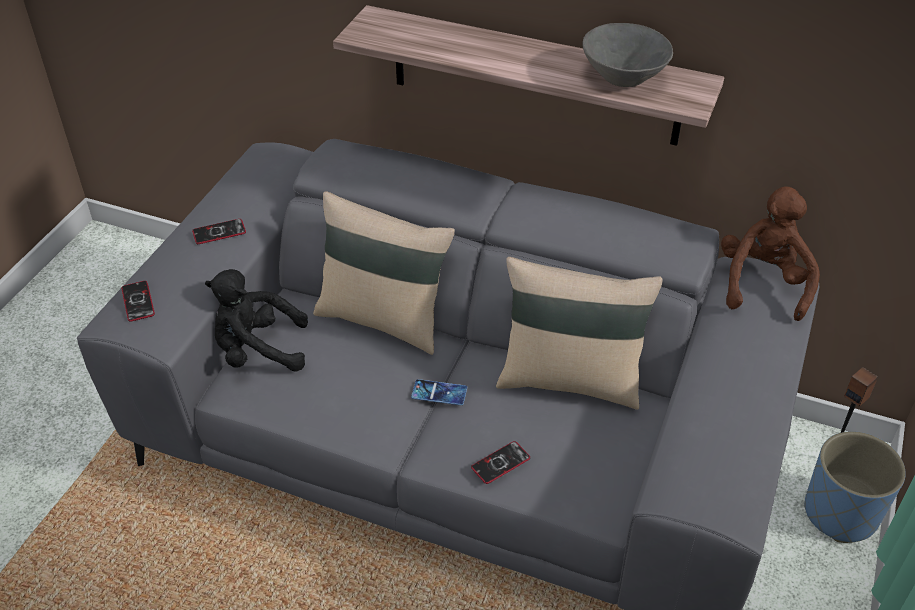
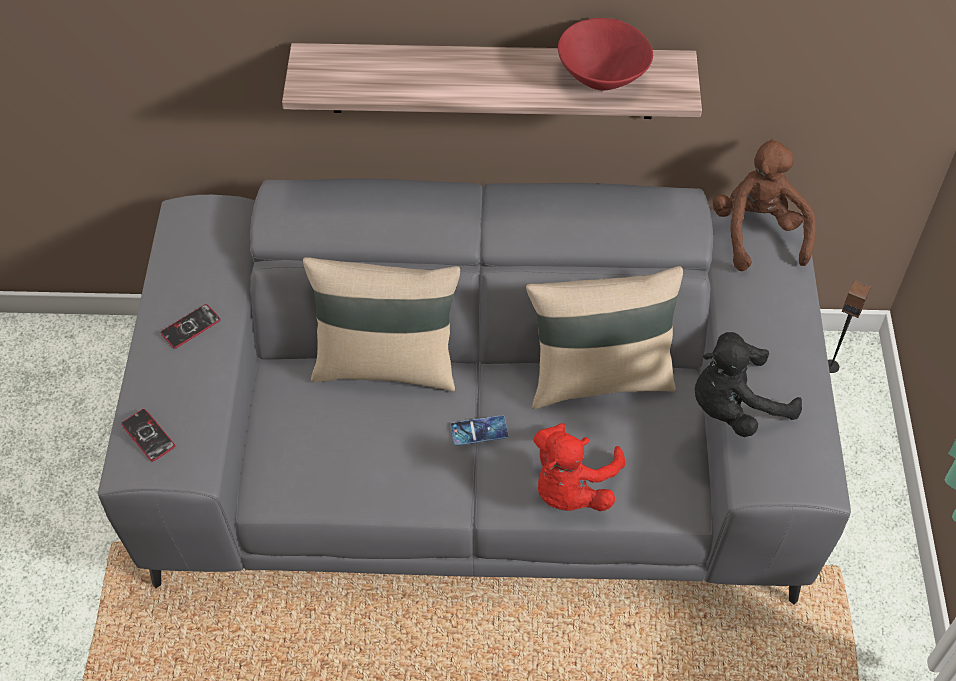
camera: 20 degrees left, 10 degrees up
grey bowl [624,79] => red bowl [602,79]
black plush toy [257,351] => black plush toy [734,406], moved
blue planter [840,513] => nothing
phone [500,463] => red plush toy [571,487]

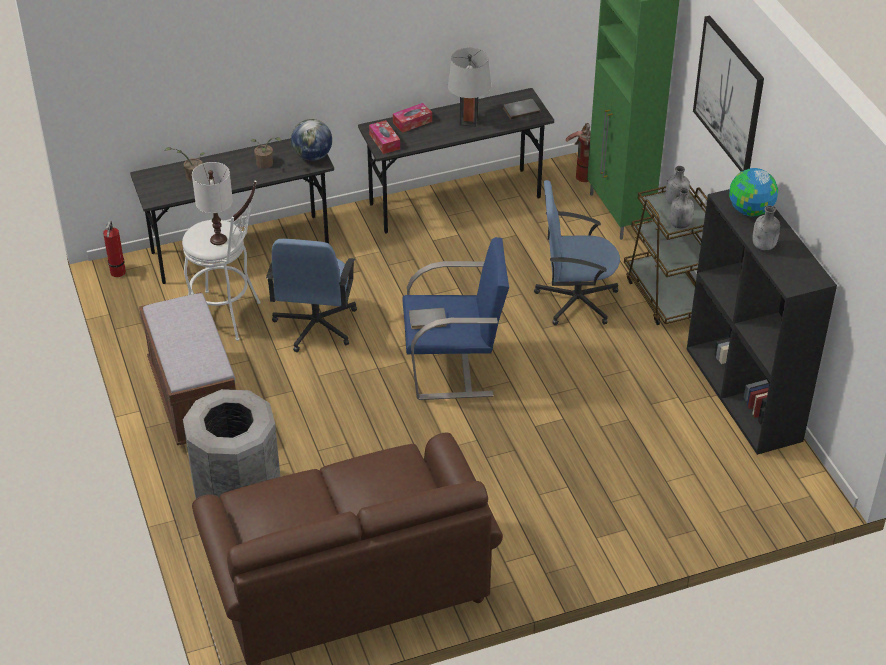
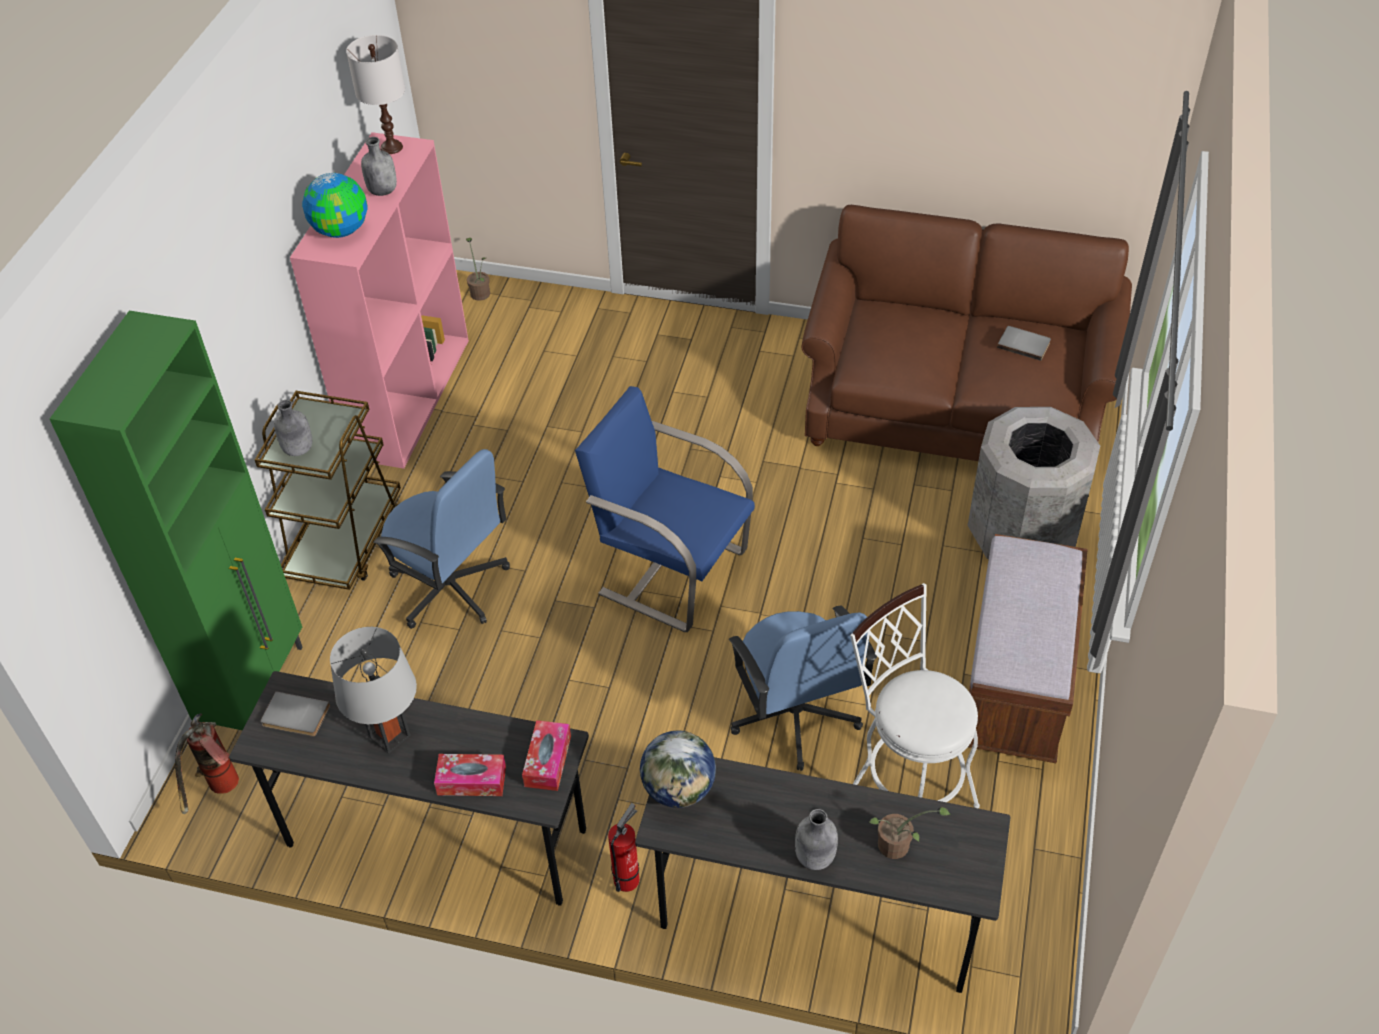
camera: 145 degrees left, 5 degrees up
picture [729,94] => nothing
potted plant [266,164] => potted plant [480,291], moved
white table lamp [218,239] => white table lamp [391,147], moved
grey bottle [679,224] => grey bottle [814,858], moved
black bookcase [744,394] => pink bookcase [408,396]
fire extinguisher [117,273] => fire extinguisher [628,877], moved
blue office chair [315,325] => blue office chair [795,716], 120 degrees clockwise
grey book [428,320] => grey book [1024,344], moved

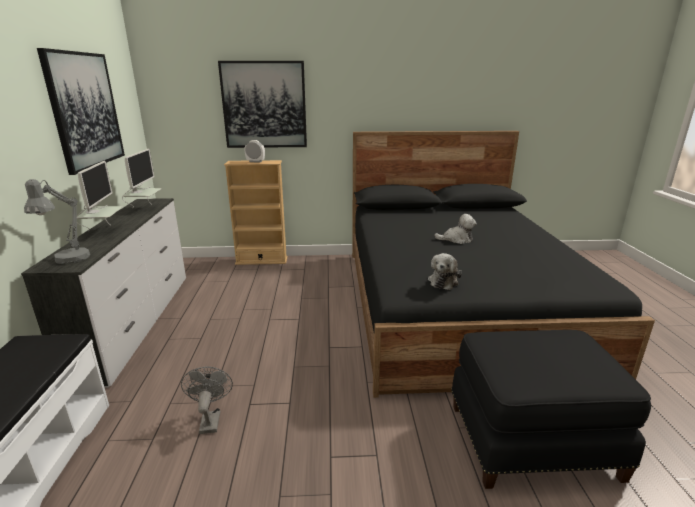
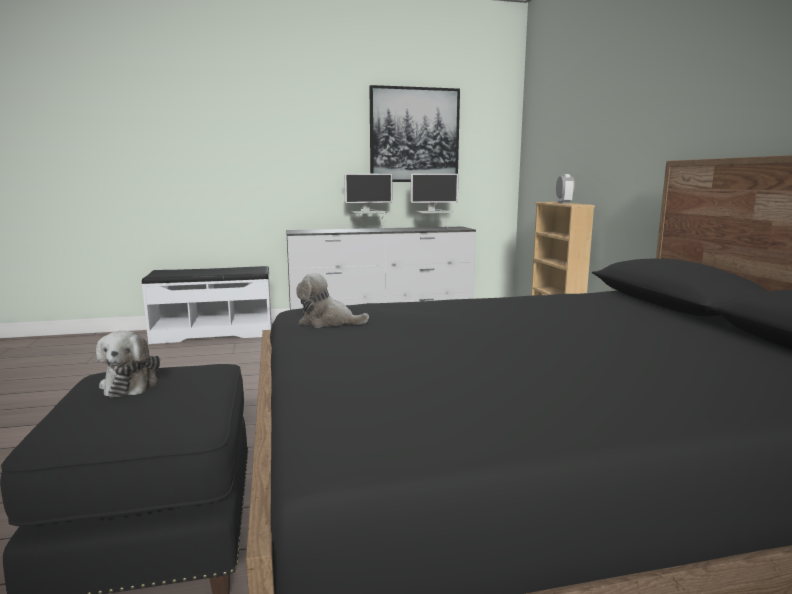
camera: 80 degrees right, 10 degrees down
picture [264,105] => nothing
grey table lamp [68,260] => nothing
plush toy [456,239] => plush toy [132,384], moved
grey fan [210,419] => nothing

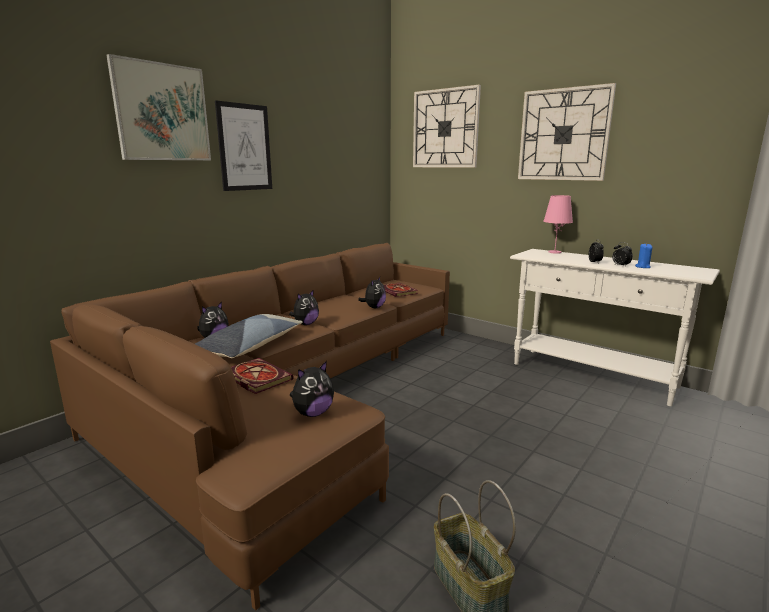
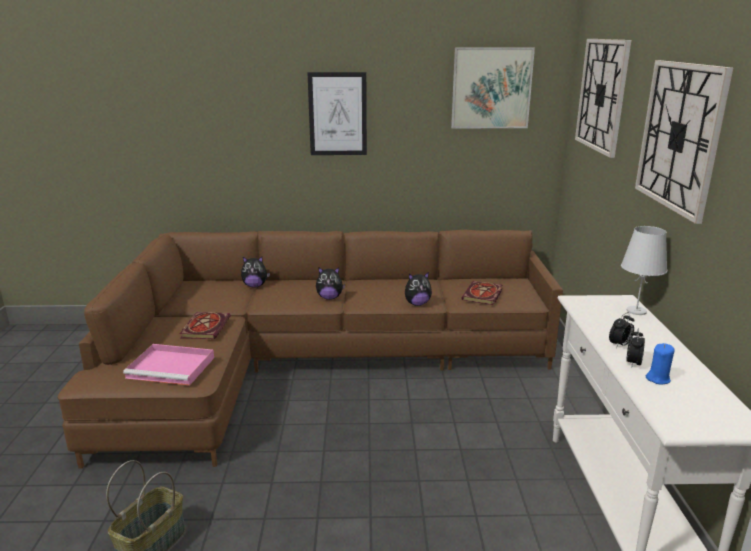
camera: 50 degrees right, 5 degrees up
picture [162,112] => picture [491,88], moved
pink table lamp [555,252] => white table lamp [636,311]
pillow [250,346] => nothing
plush toy [312,413] => pink tray [172,367]

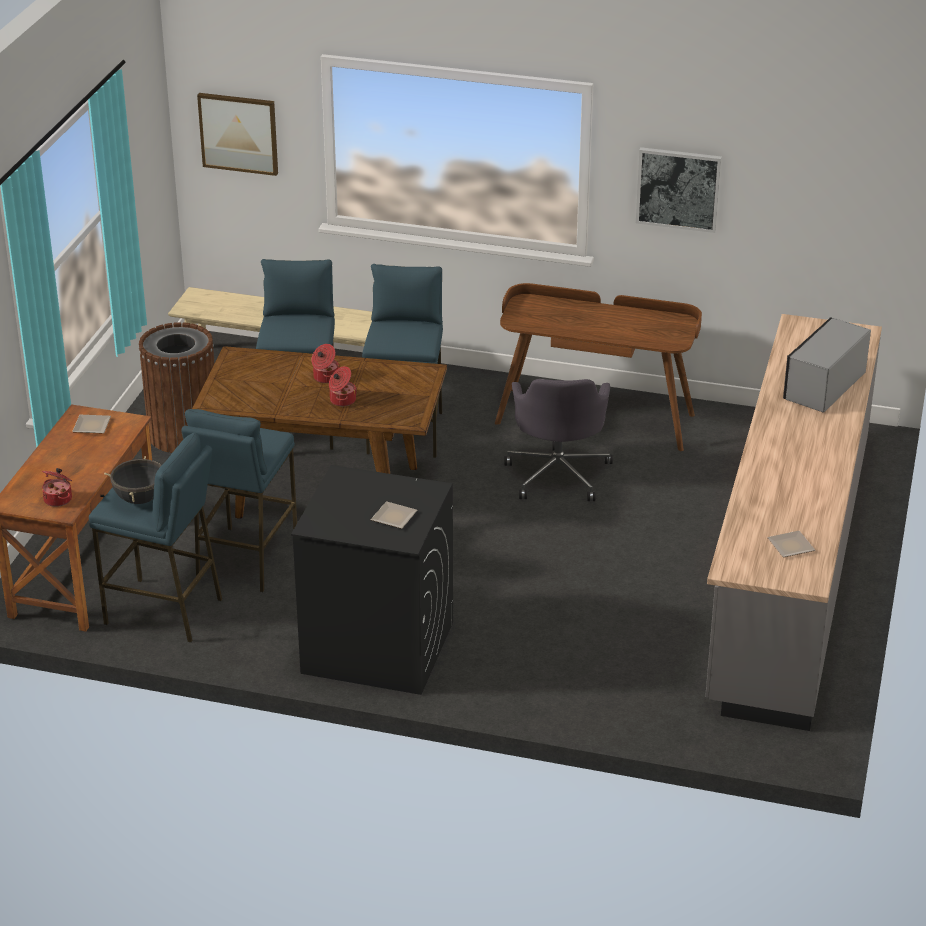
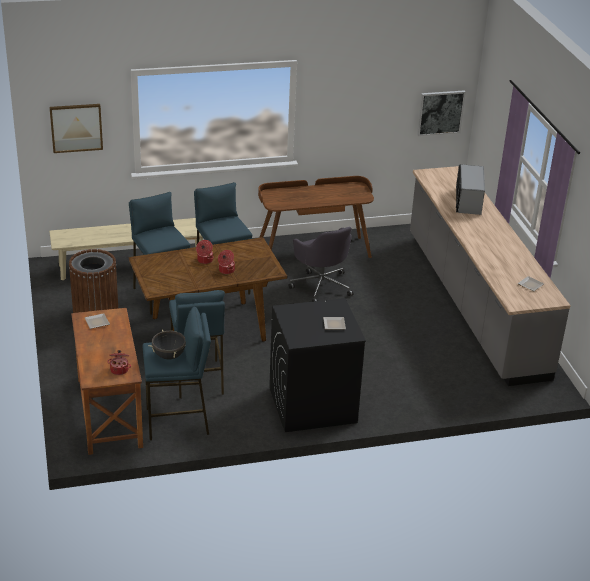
camera: 30 degrees left, 0 degrees up
picture [678,189] => picture [440,112], moved

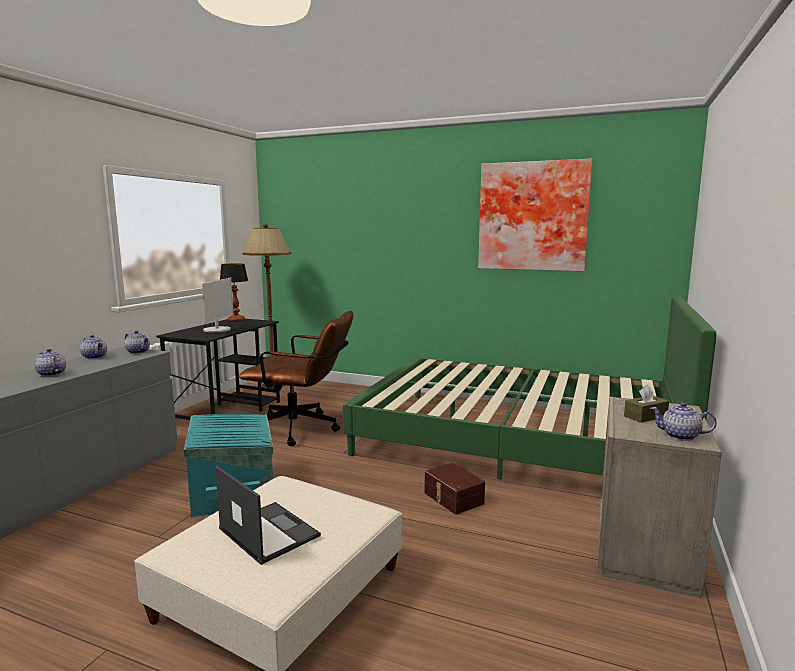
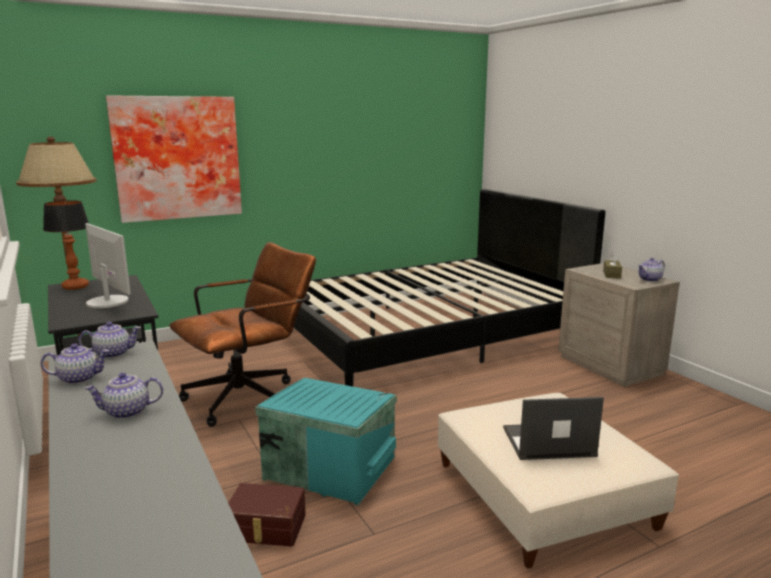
camera: 50 degrees left, 5 degrees up
picture [533,216] => picture [177,158], moved
green bed [517,440] => black bed [429,334]
brown storage box [452,498] => brown storage box [266,528], moved

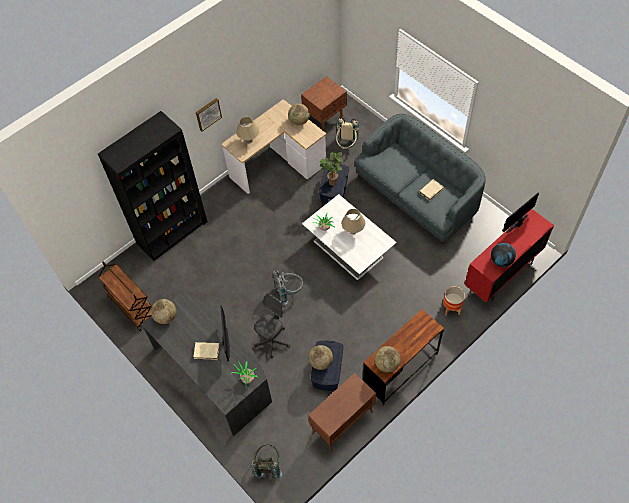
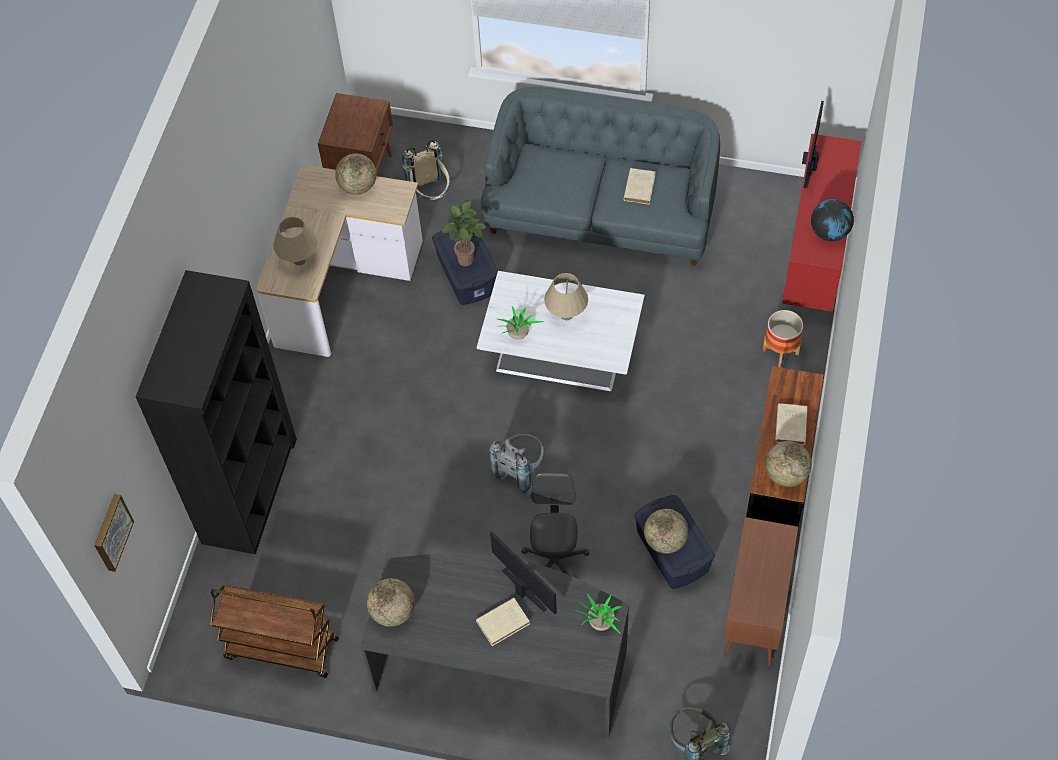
camera: 35 degrees left, 0 degrees up
picture [208,114] => picture [111,532], moved
nothing => beige book [791,424]

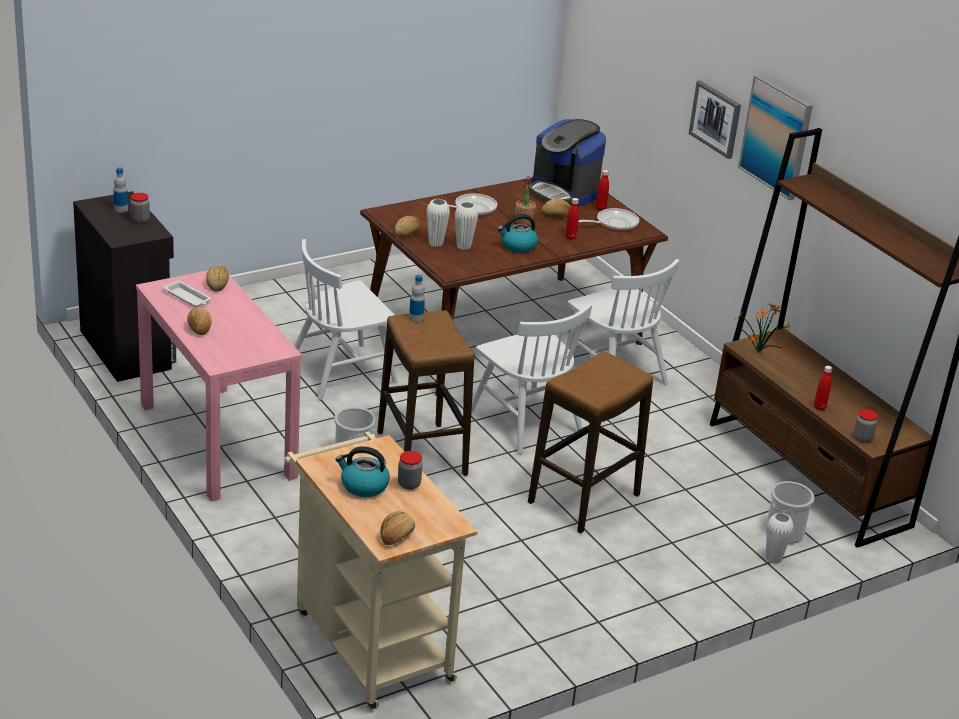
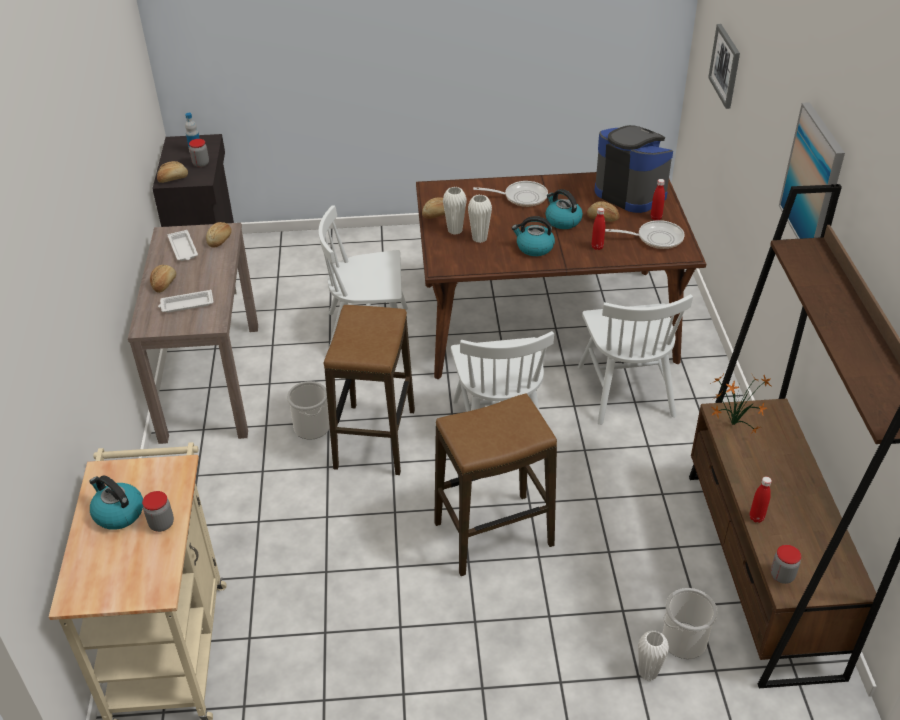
camera: 30 degrees right, 10 degrees up
picture [716,119] => picture [725,65], moved
coffee machine [563,192] => coffee machine [630,193], 150 degrees clockwise
potted plant [524,222] => kettle [562,221]
pink console table [216,440] => brown console table [211,380]
bottle [416,318] => nothing
bread [396,536] => bread [173,178], moved
nothing => white tray [186,304]

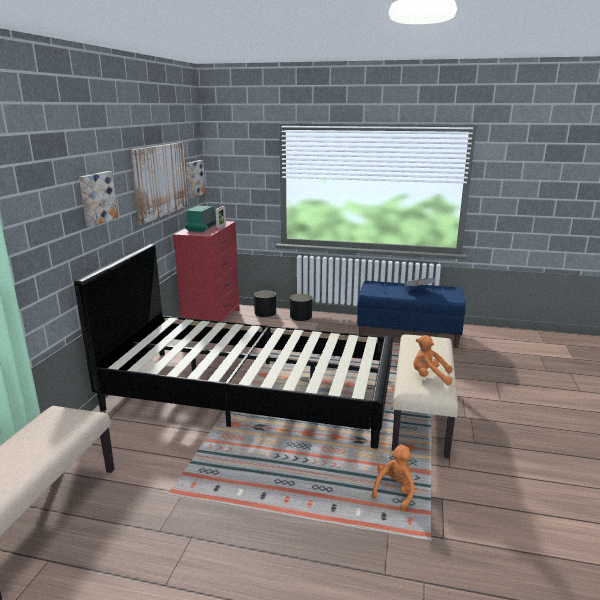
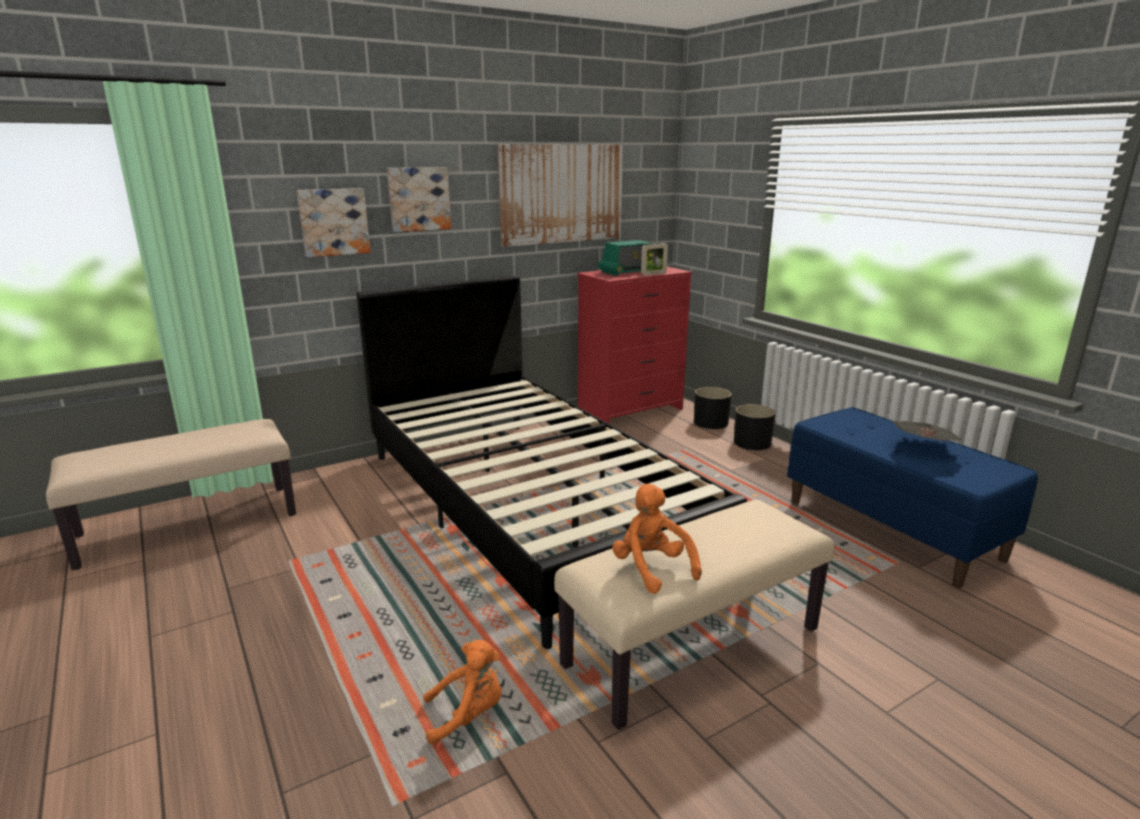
camera: 45 degrees right, 0 degrees up
picture [194,178] => picture [333,222], moved

